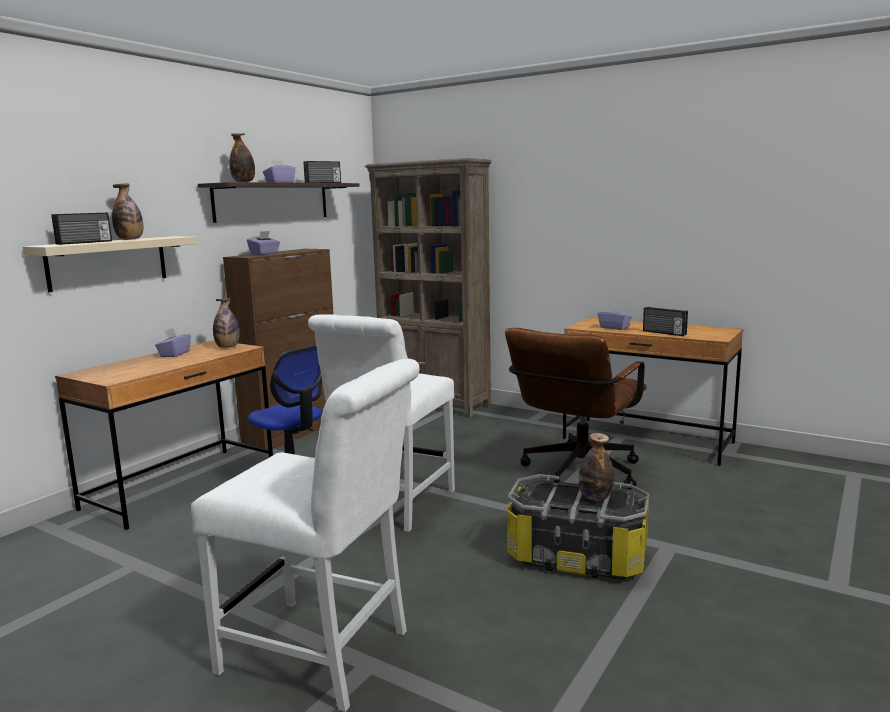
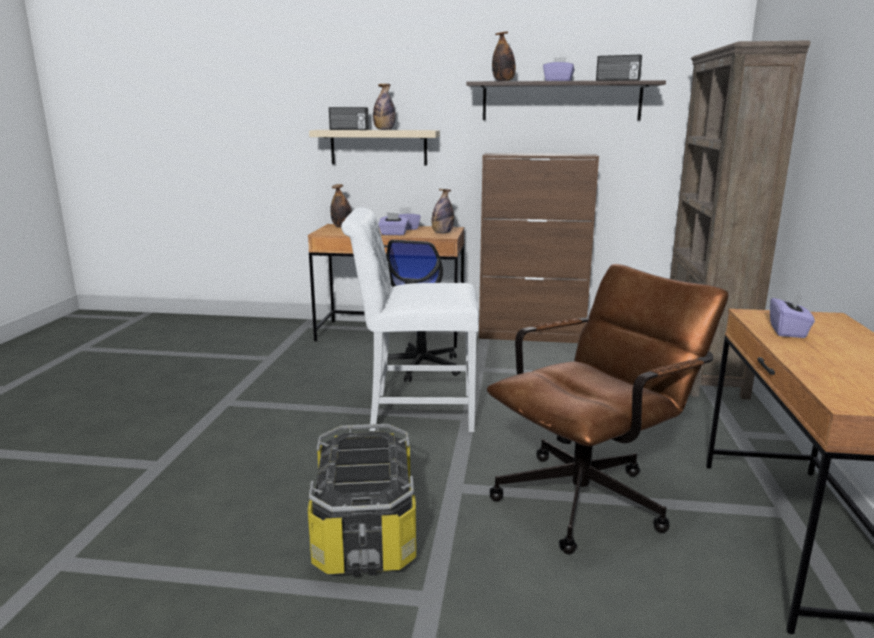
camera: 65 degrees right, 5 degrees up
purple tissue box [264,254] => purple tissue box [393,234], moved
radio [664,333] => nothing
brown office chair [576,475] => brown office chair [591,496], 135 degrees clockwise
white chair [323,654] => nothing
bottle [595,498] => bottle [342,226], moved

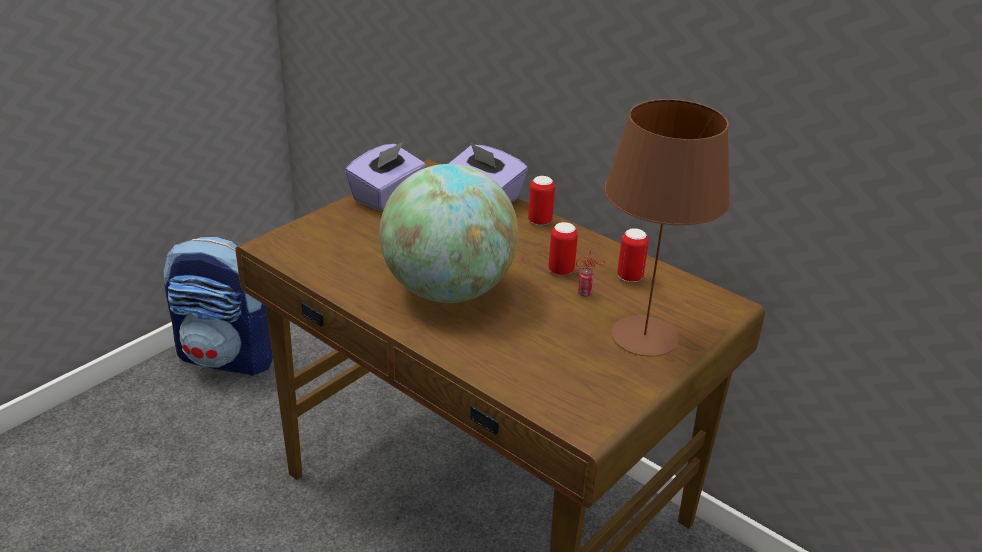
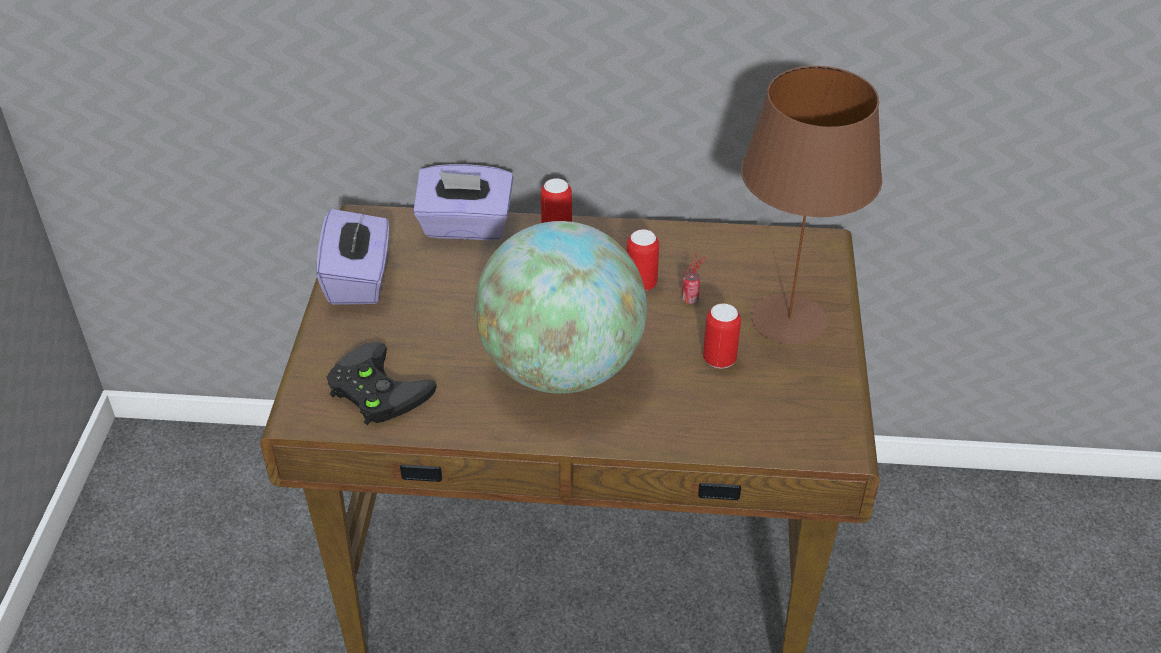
camera: 35 degrees left, 10 degrees up
can [629,277] => can [719,359], moved
backpack [228,357] => nothing
nothing => black game controller [374,389]

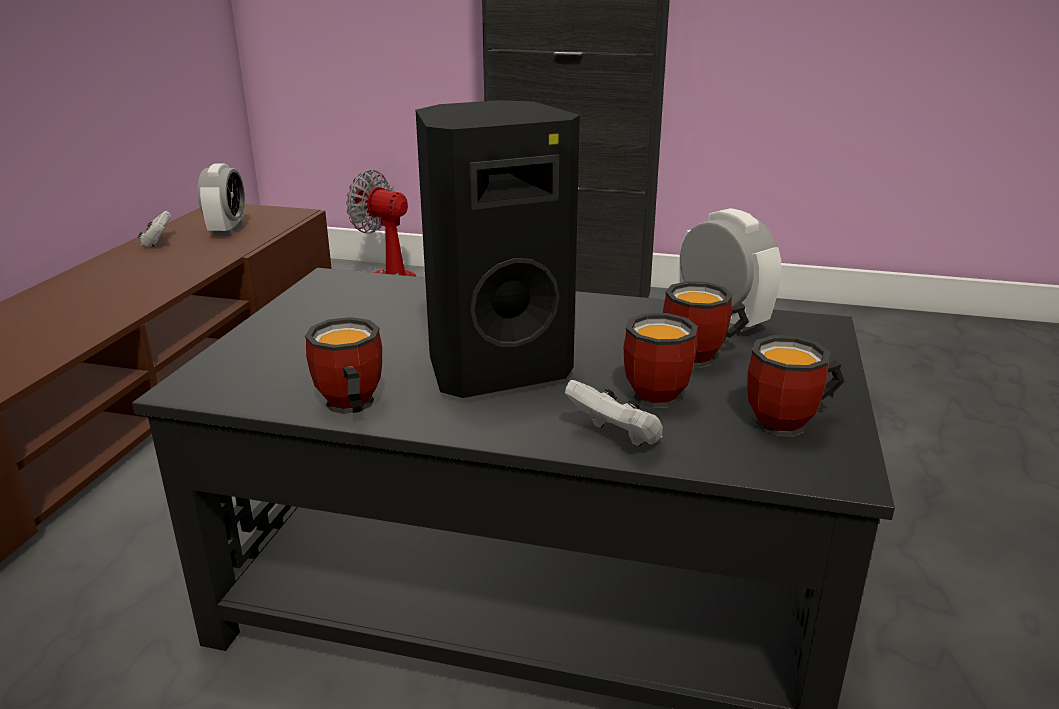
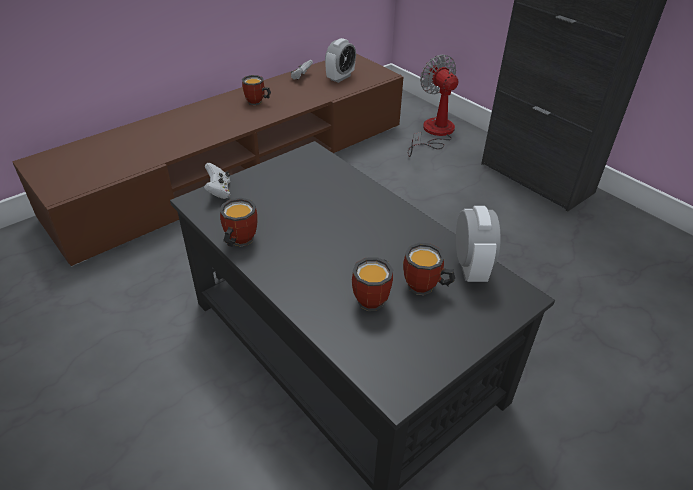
camera: 35 degrees right, 15 degrees up
black speaker [495,368] => nothing
mug [791,424] => mug [257,102], moved
white game controller [616,438] => white game controller [219,191], moved

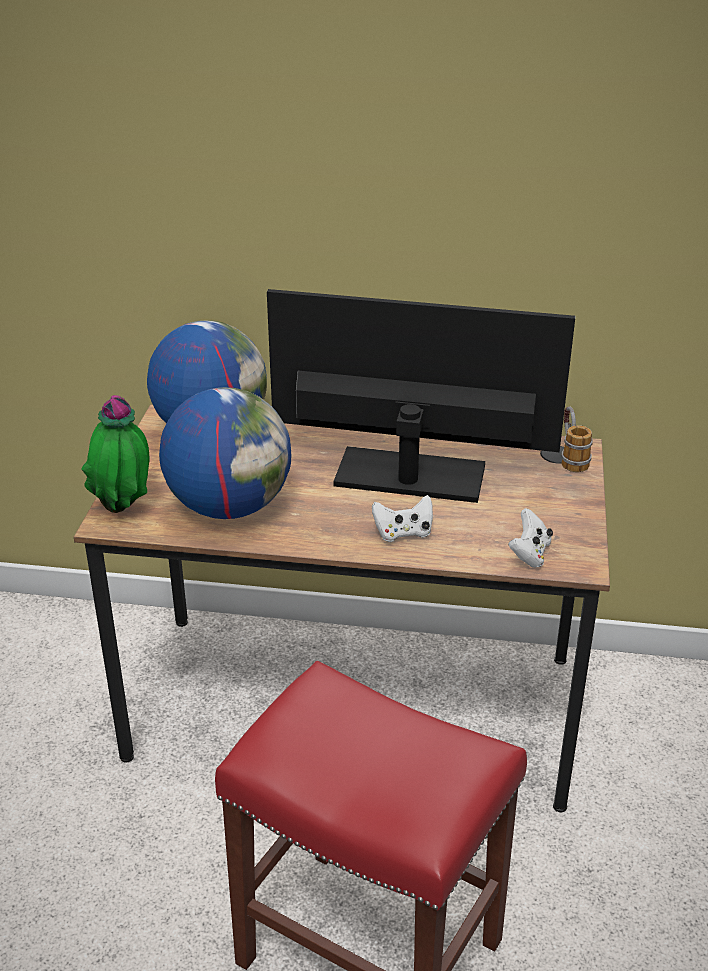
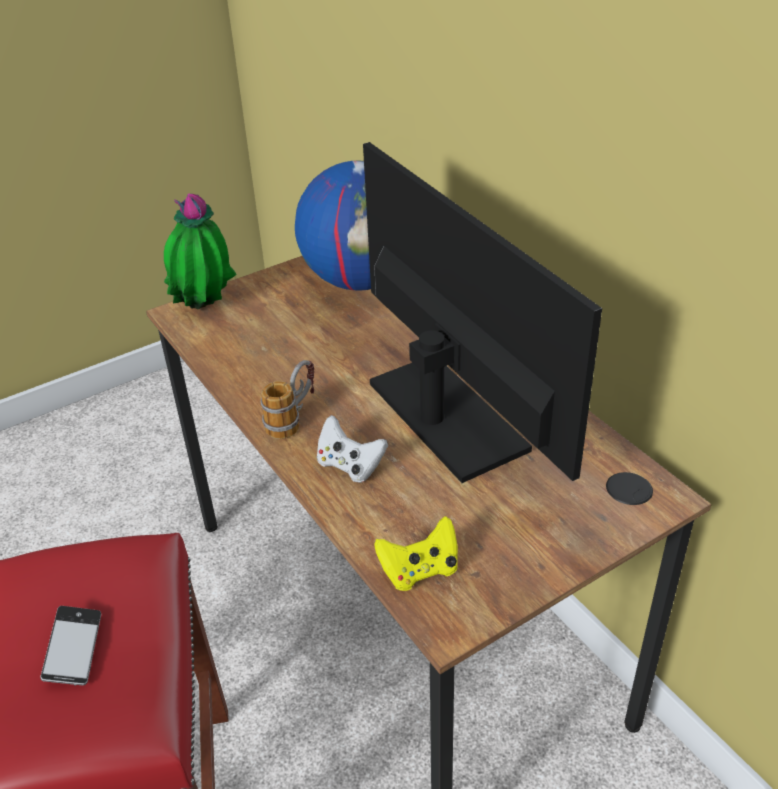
camera: 50 degrees right, 5 degrees up
globe [229,506] => nothing
mug [571,457] => mug [293,419], moved
white game controller [529,554] => yellow game controller [420,570]
nothing => phone [74,649]

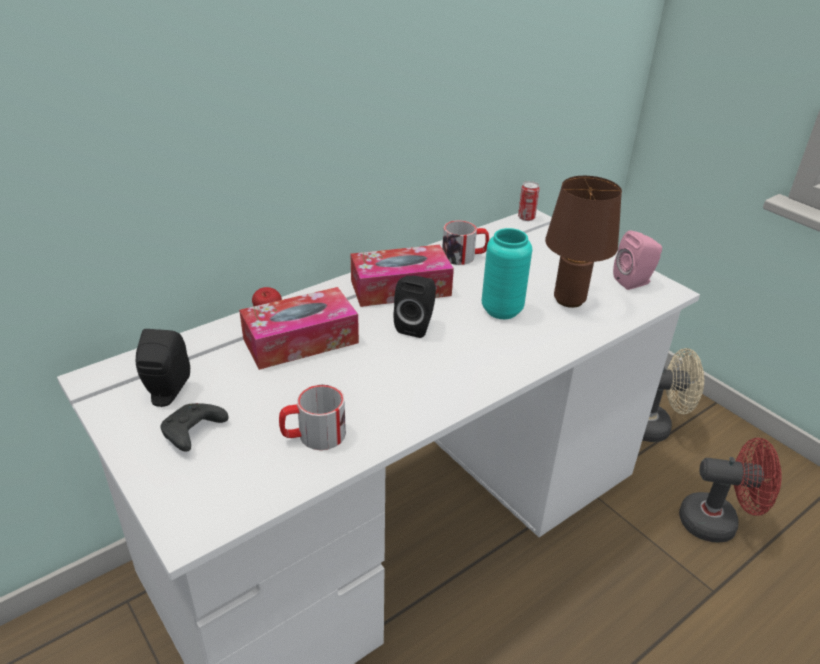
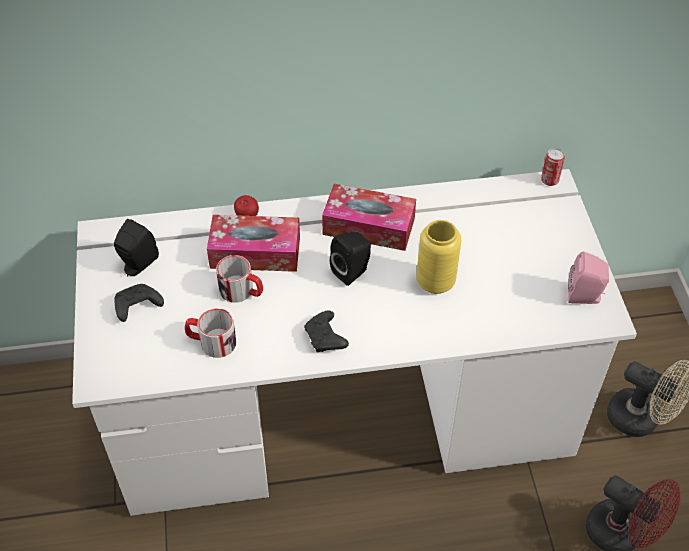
camera: 30 degrees right, 15 degrees up
brown table lamp [569,299] => nothing
mug [464,256] => mug [242,291], moved
turquoise vase [501,310] => yellow vase [435,282]
nothing => black game controller [326,338]

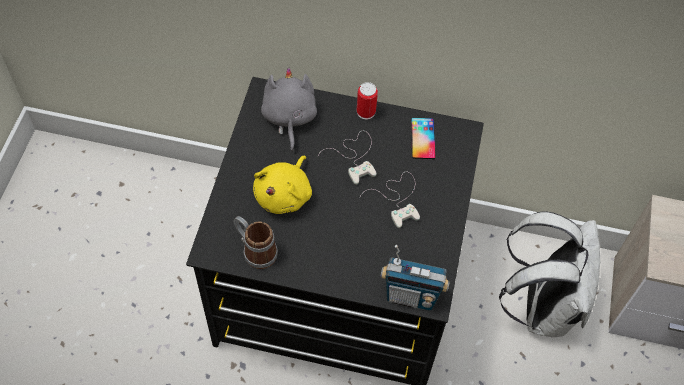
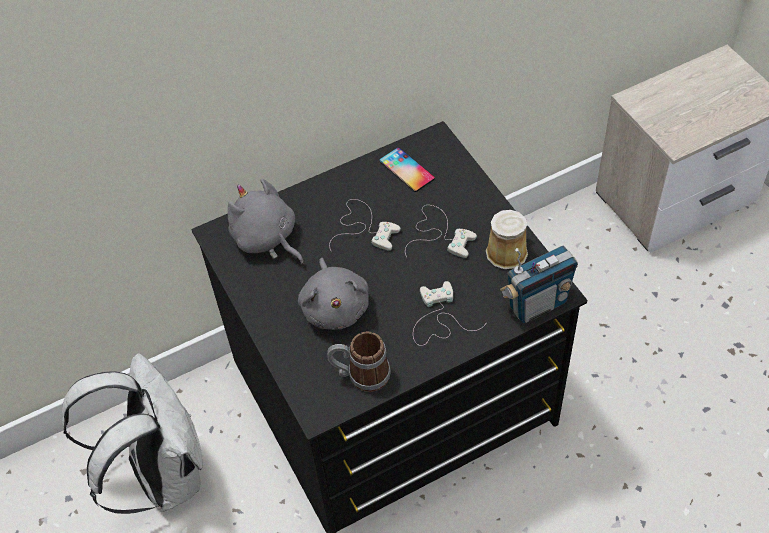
camera: 35 degrees left, 5 degrees down
can [366,112] => nothing
yellow plush toy [284,194] => grey plush toy [335,307]
white backpack [542,305] => white backpack [161,474], moved
nothing => mug [508,251]
nothing => white game controller [439,318]

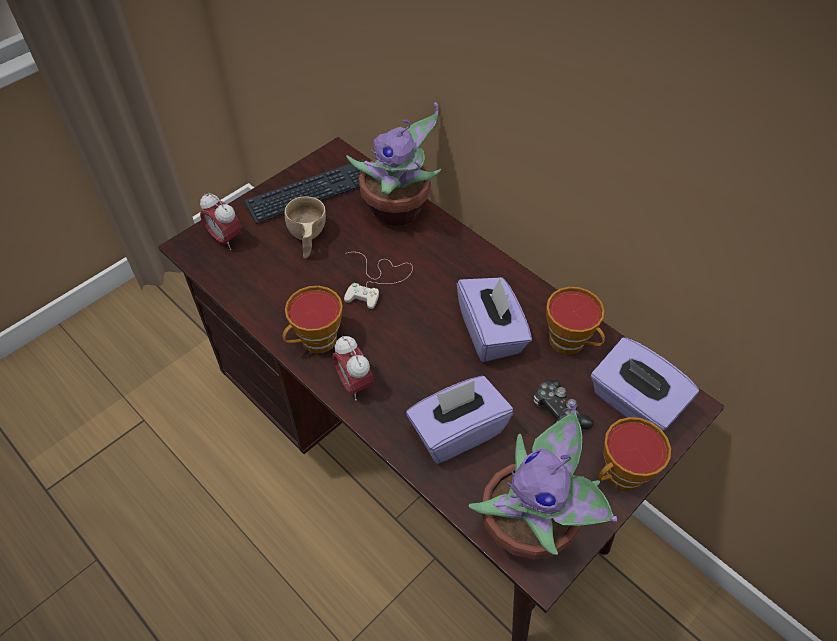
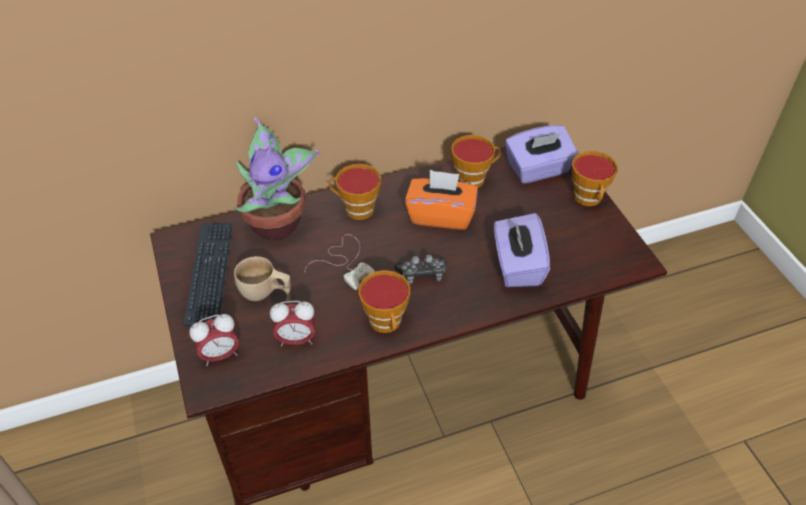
camera: 65 degrees left, 5 degrees down
purple tissue box [491,333] => orange tissue box [441,215]
alarm clock [354,384] => alarm clock [296,339], moved
game controller [559,411] => game controller [422,274], moved
potted plant [530,528] => nothing
nothing => cup [355,209]

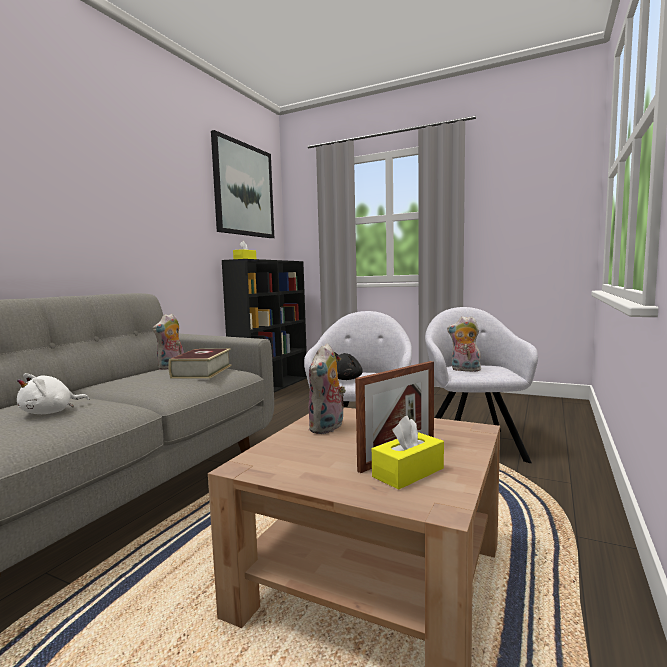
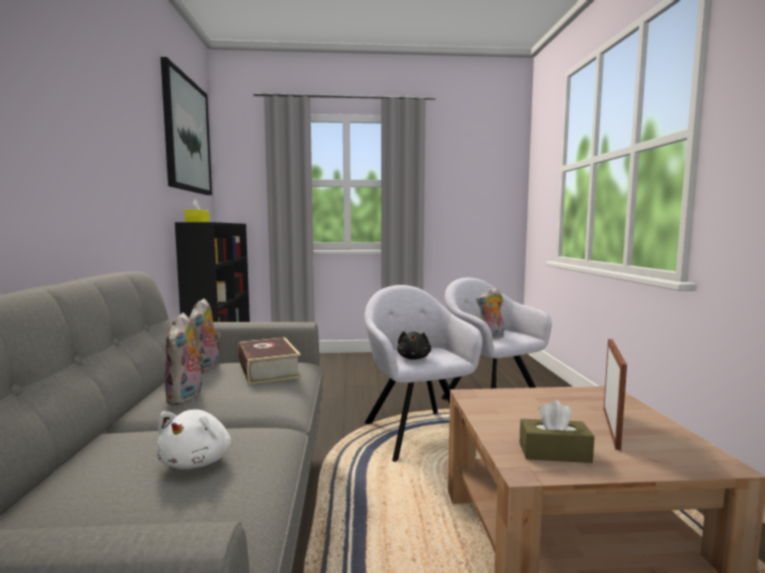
camera: 30 degrees left, 0 degrees up
plush toy [328,428] => plush toy [186,398], moved
yellow tissue box [408,472] => nothing
nothing => brown tissue box [554,453]

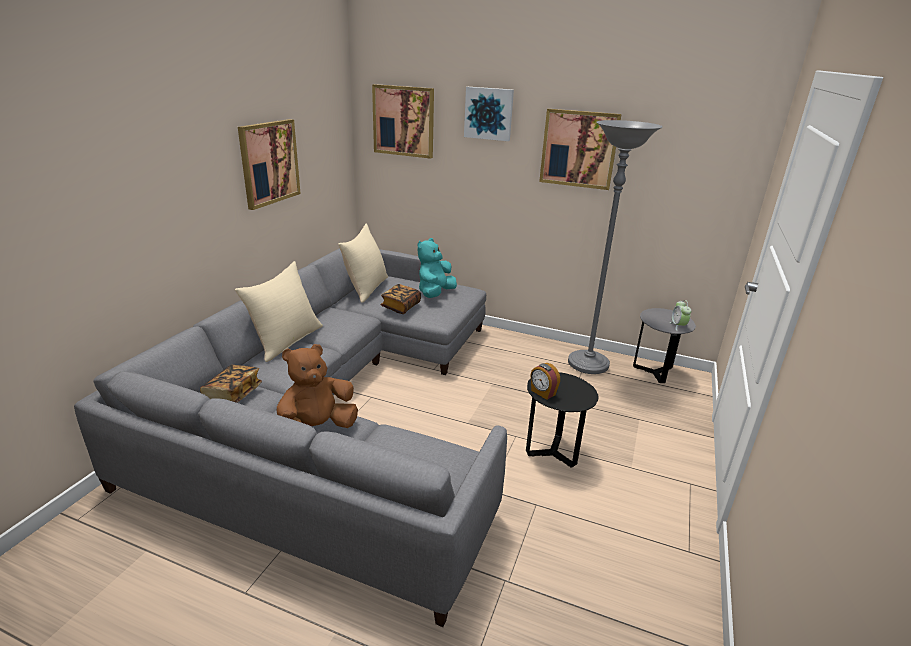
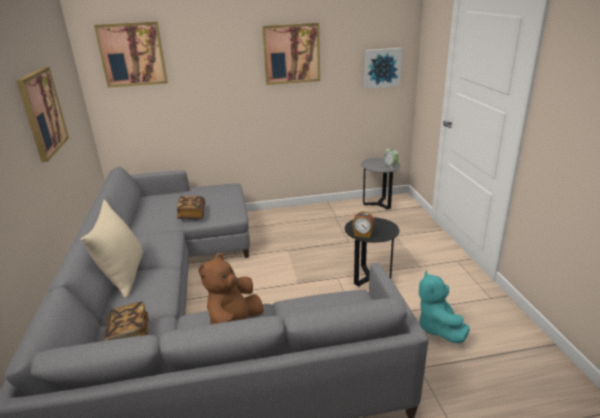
camera: 30 degrees left, 0 degrees up
picture [489,113] => picture [382,67], moved
grey floor lamp [588,364] => nothing
beige pillow [366,288] => nothing
turquoise plush toy [435,293] => turquoise plush toy [438,328], moved

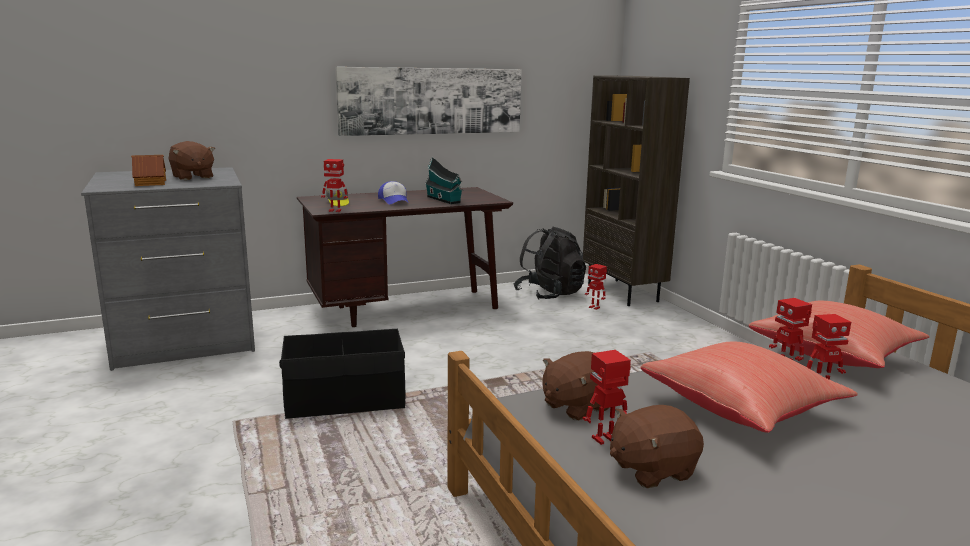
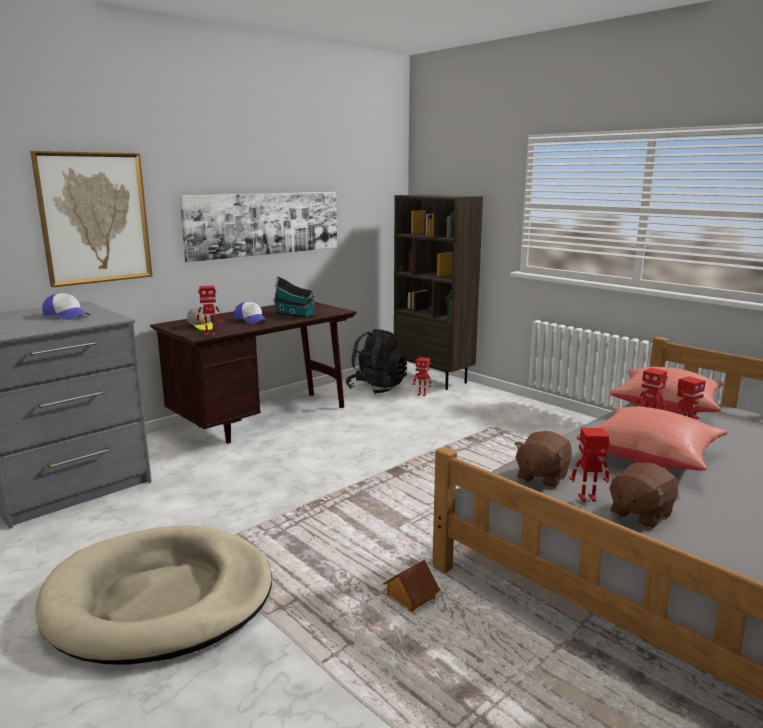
camera: 20 degrees left, 0 degrees up
brown plush toy [192,177] => cap [67,315]
toy house [150,183] => toy house [410,597], moved
black storage box [345,400] => nothing
toy robot [604,440] => toy robot [587,498], 45 degrees clockwise
nothing => picture [94,218]
nothing => beige dog bed [160,599]

